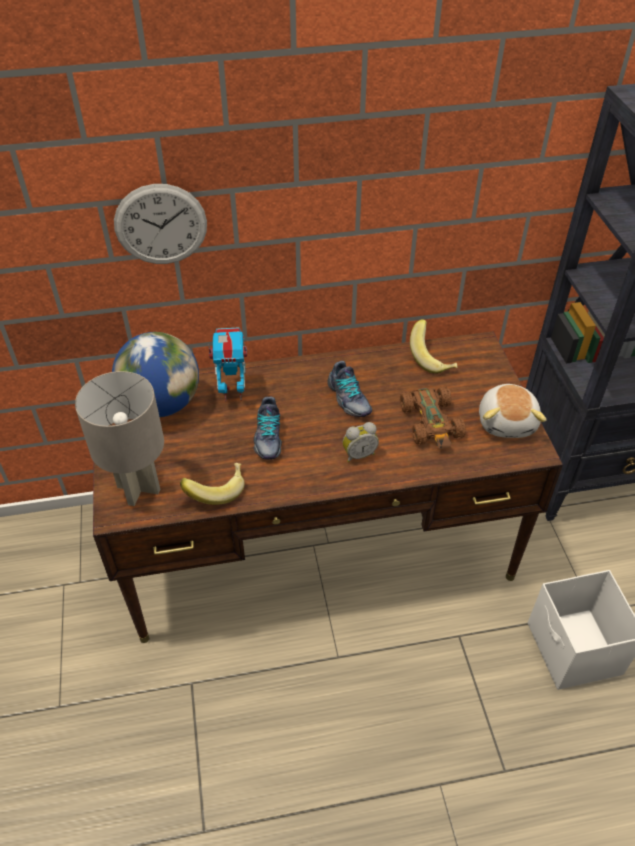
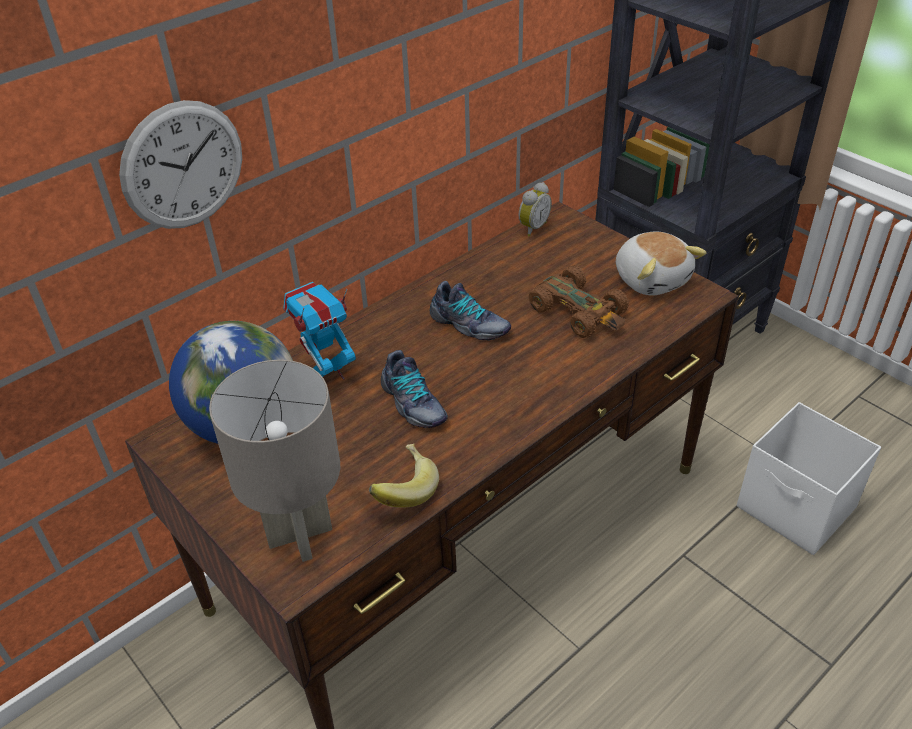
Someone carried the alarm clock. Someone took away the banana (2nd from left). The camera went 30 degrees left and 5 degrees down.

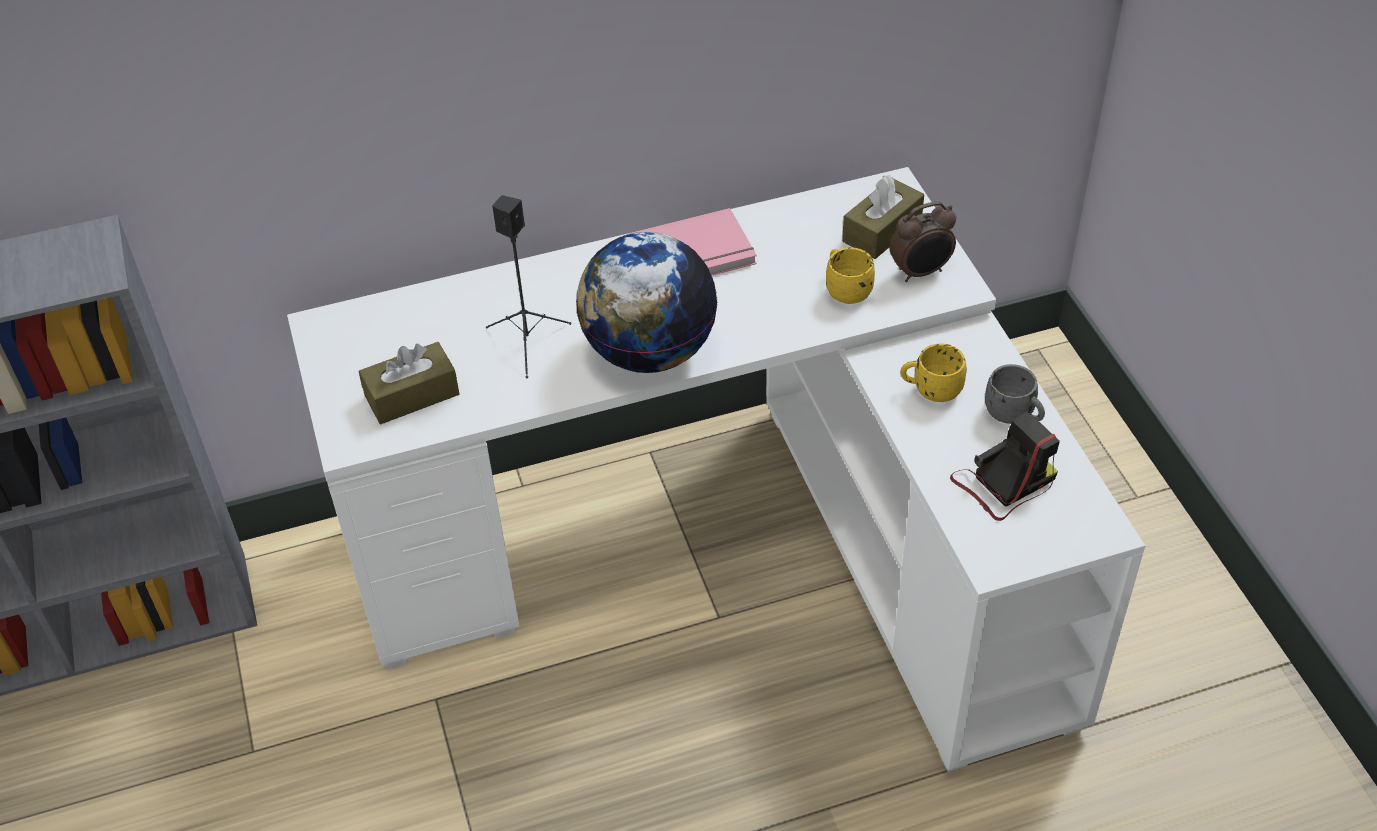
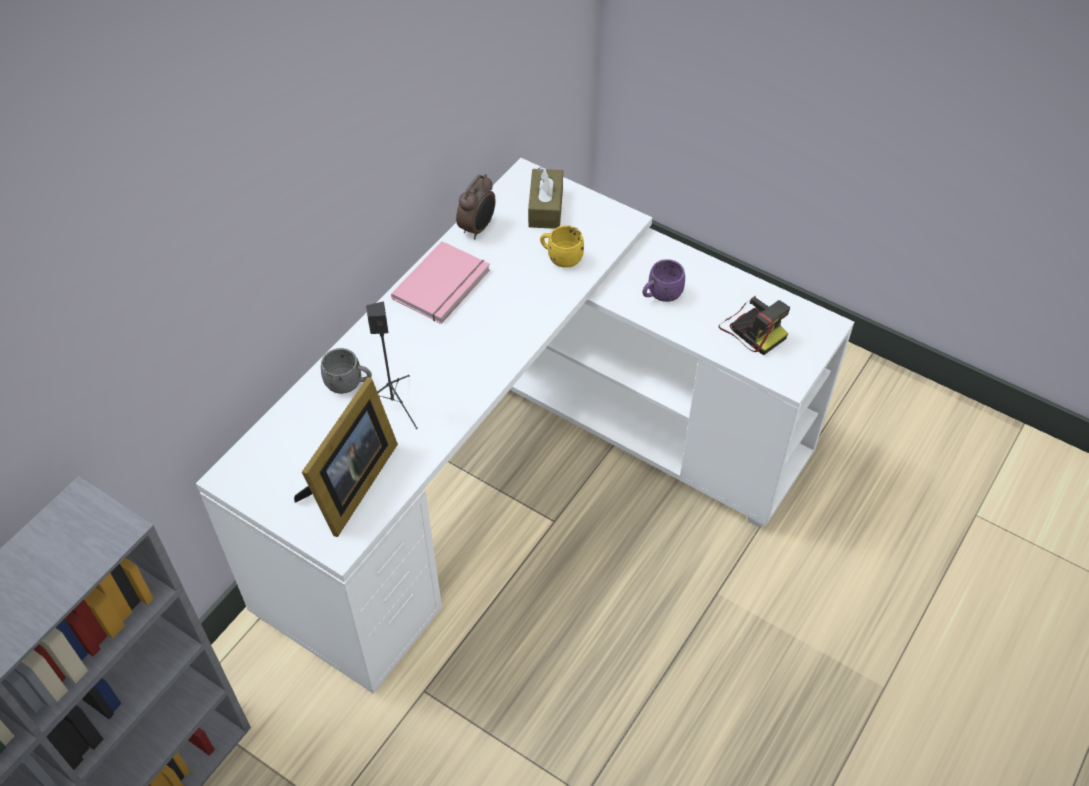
Someone swapped the brown tissue box (1st from left) for the picture frame. Someone took away the globe. Someone carried the alarm clock. Someone repainted the yellow mug (2nd from left), which became the purple mug. Someone rotated the photo camera by 120 degrees clockwise. Someone carried the grey mug. The camera went 40 degrees left and 5 degrees up.

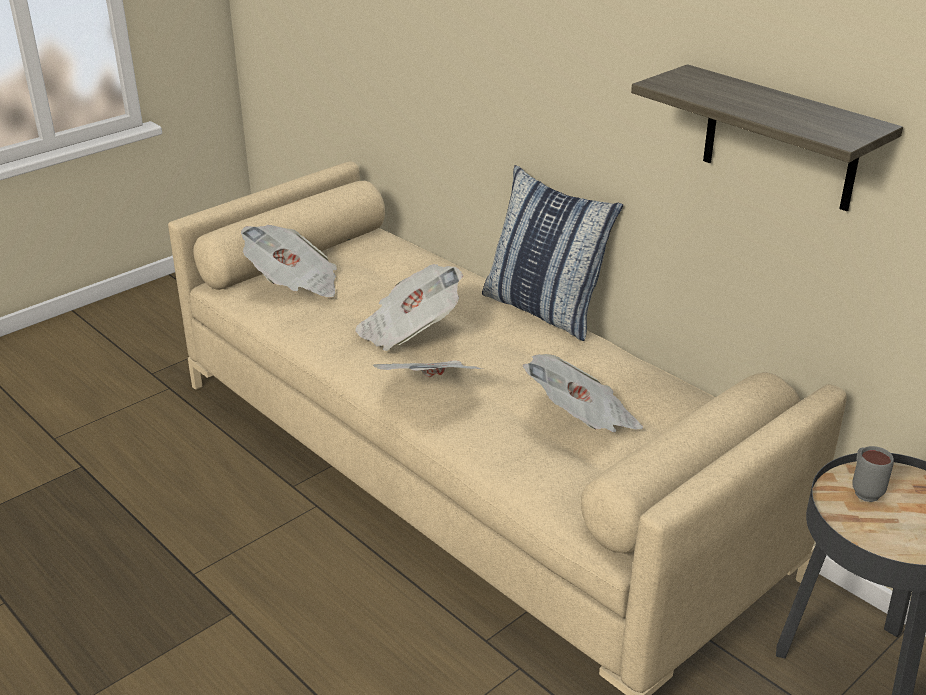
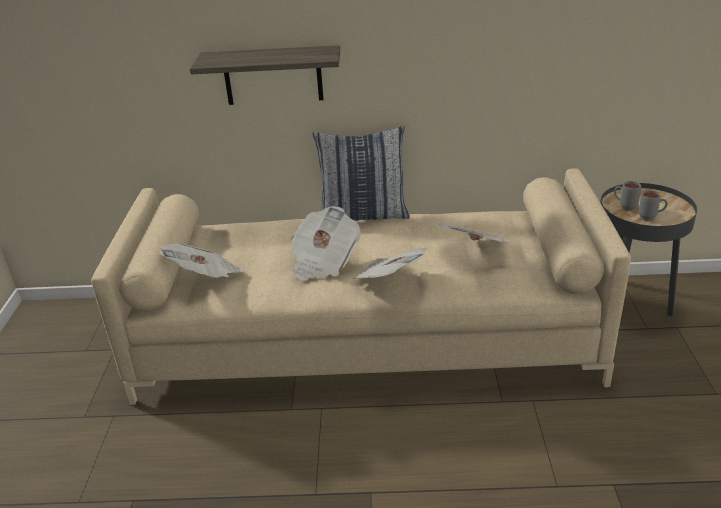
Someone carried the shelf. Someone put down the grey mug (2nd from left). The camera went 45 degrees left and 0 degrees up.

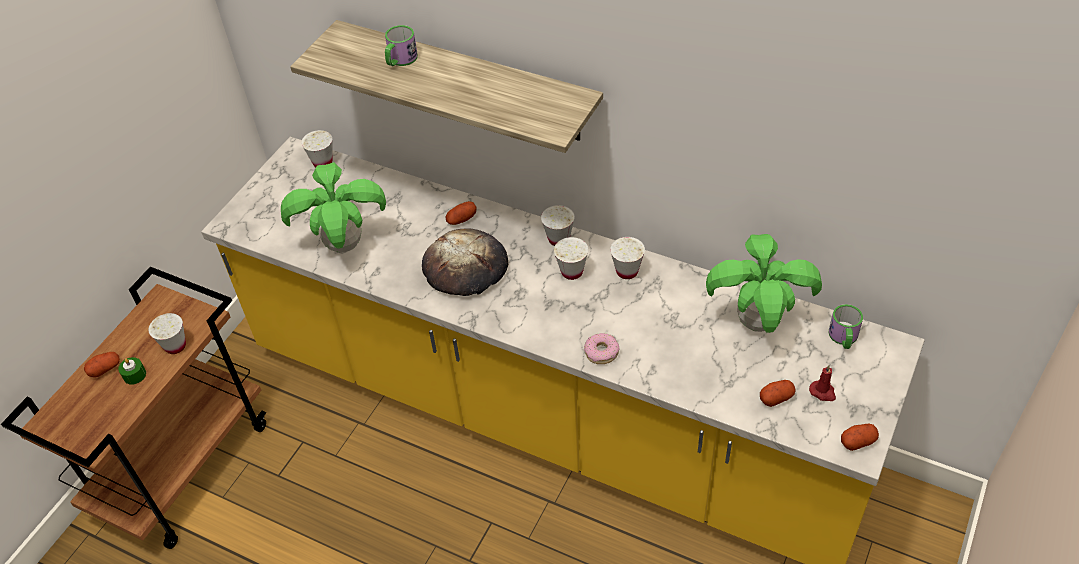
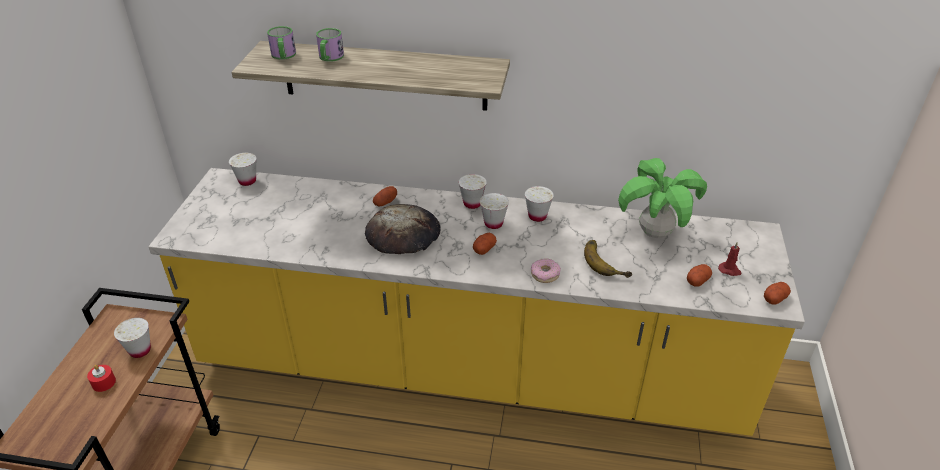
Someone carried the potato (1st from left in the first image). Someone repainted the green candle, which became the red candle (1st from left). Someone took away the potted plant (1st from left). Someone carried the mug (2nd from left in the first image). Someone put down the banana. The camera went 20 degrees left and 10 degrees down.

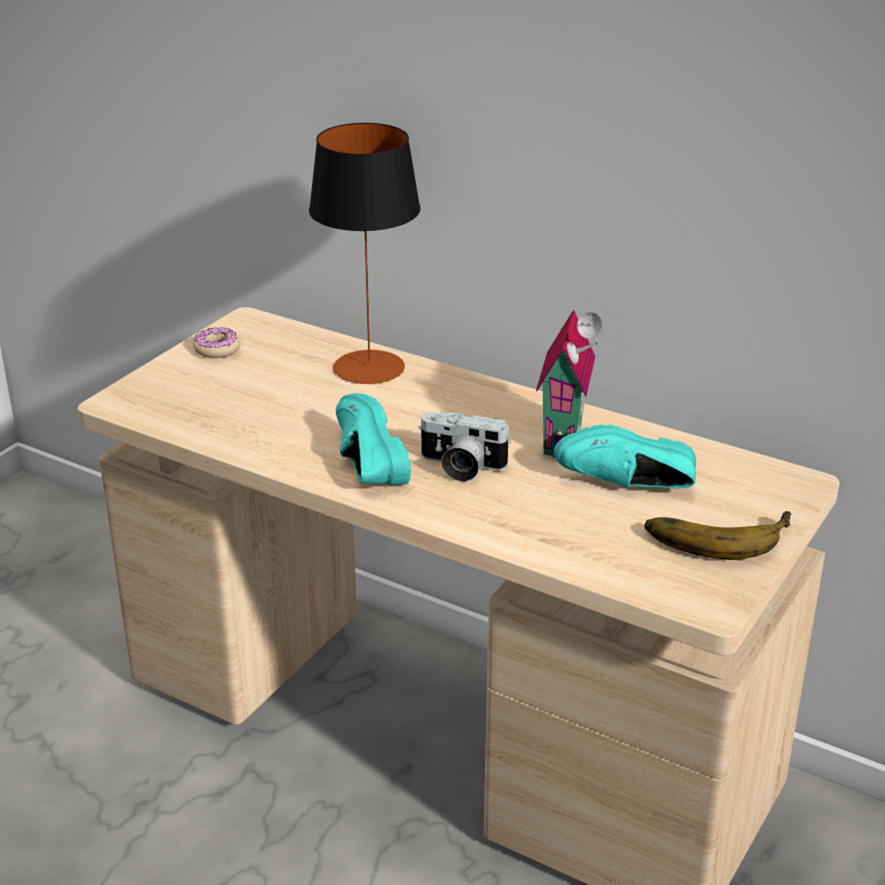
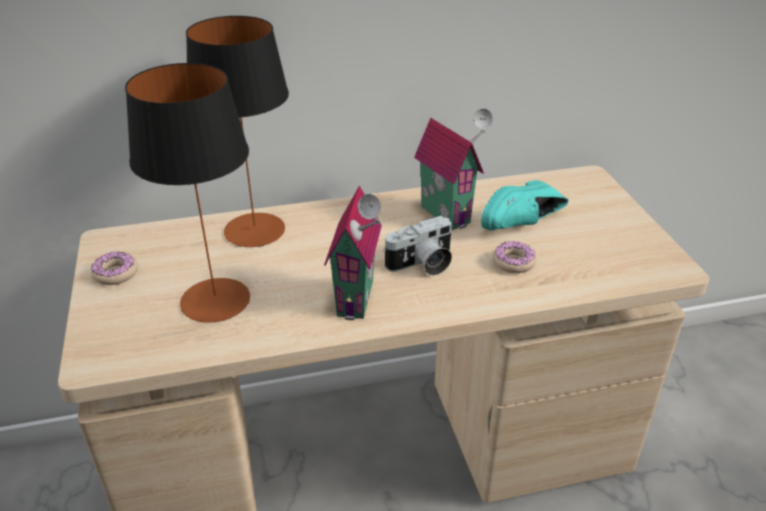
Someone swapped the turquoise shoe (1st from left) for the toy house (1st from left). Someone took away the banana. Someone put down the table lamp (1st from left). Someone put down the donut (2nd from left). The camera went 45 degrees left and 5 degrees up.

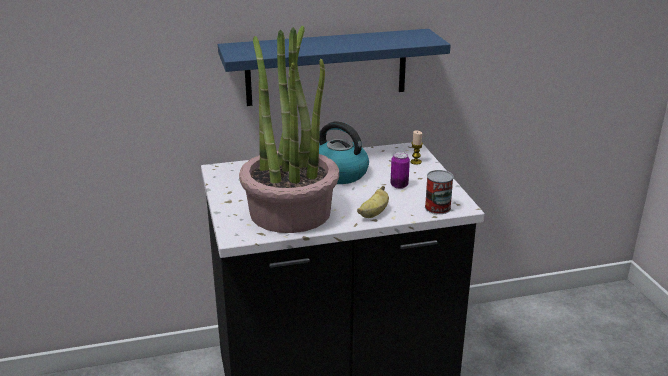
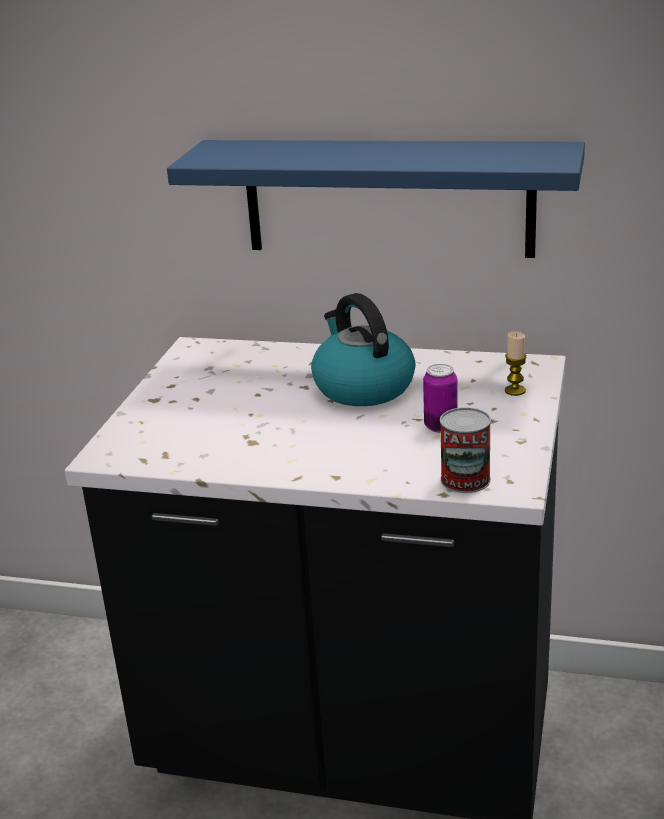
Someone took away the potted plant. Someone took away the banana. The camera went 30 degrees right and 0 degrees up.

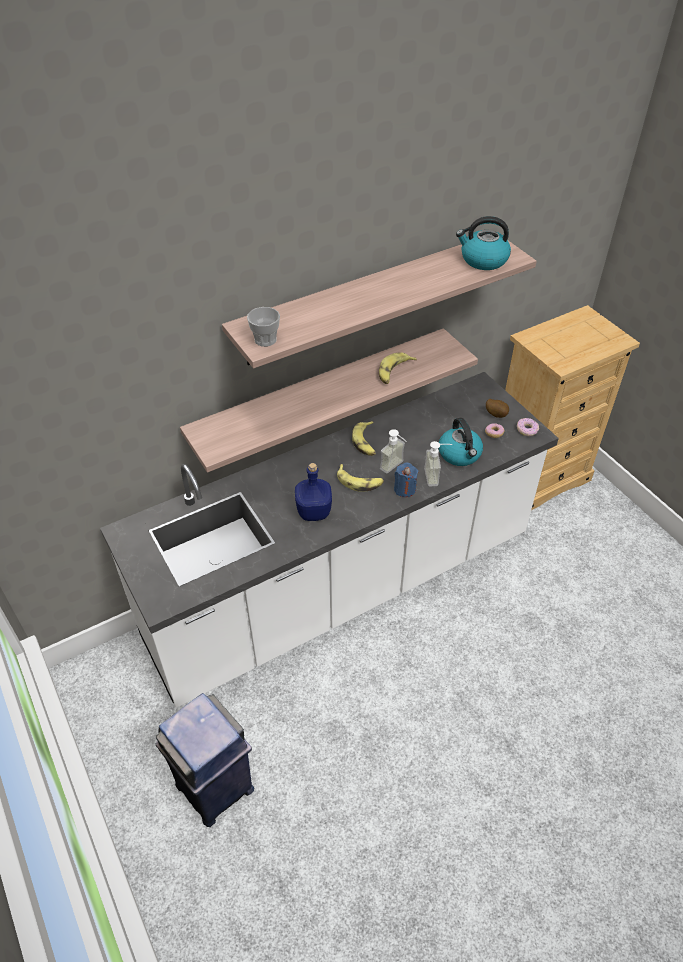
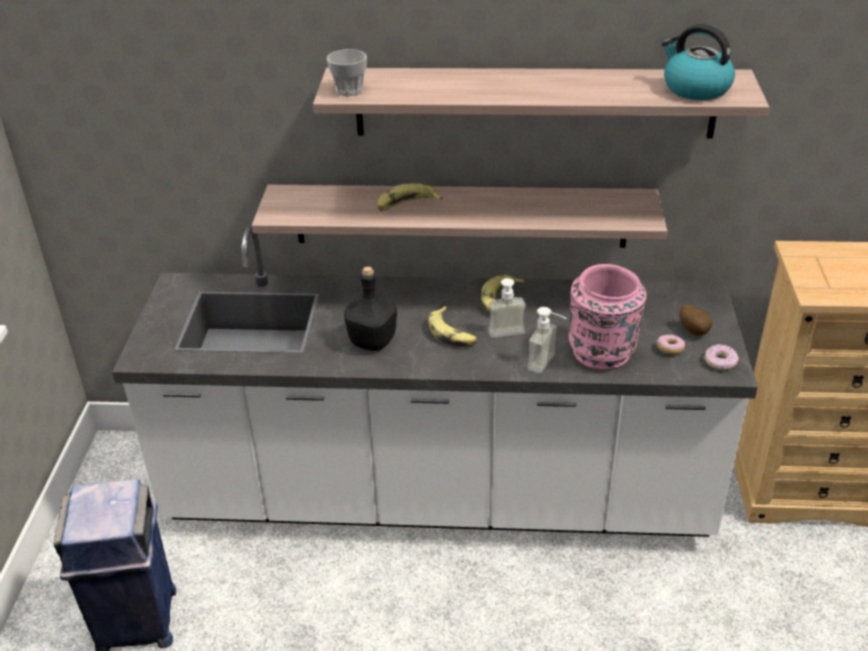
Someone repainted the blue bottle, which became the black bottle. Someone carried the banana (3rd from left in the first image). Someone took away the blue candle. Someone swapped the kettle (1st from left) for the pink vase. The camera went 35 degrees right and 10 degrees down.

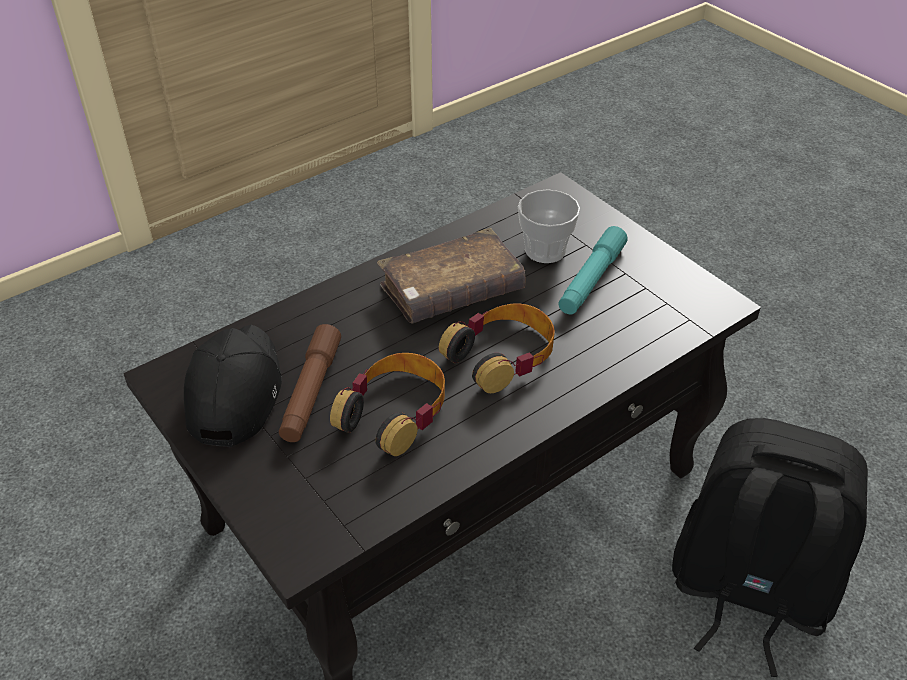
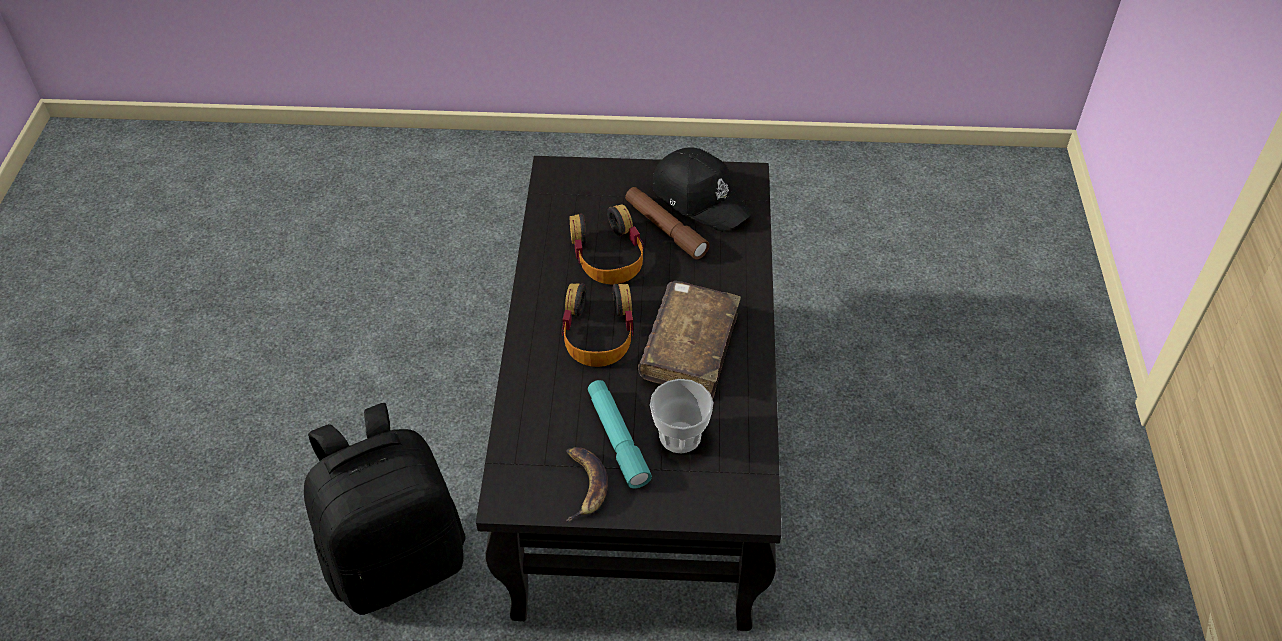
Someone put down the banana. The camera went 130 degrees right and 5 degrees up.

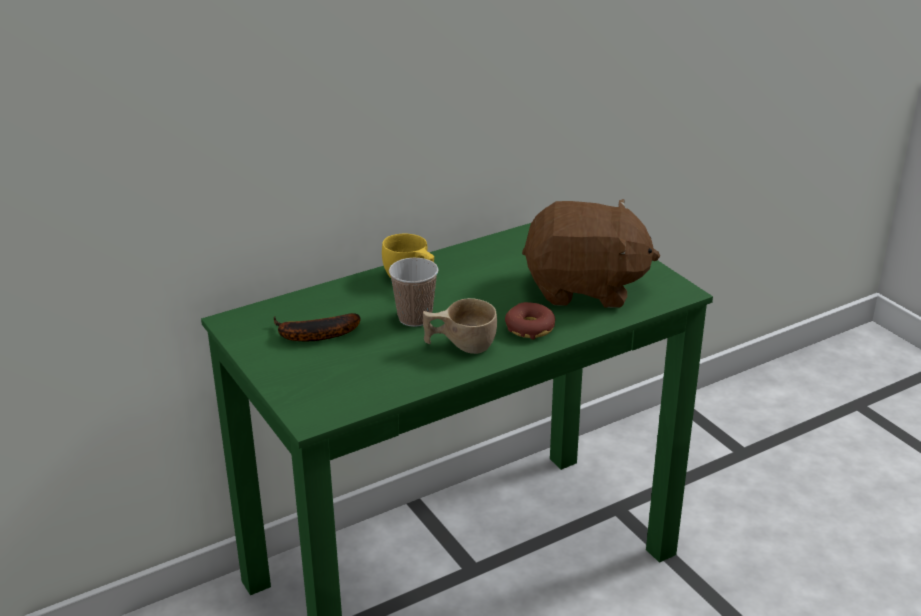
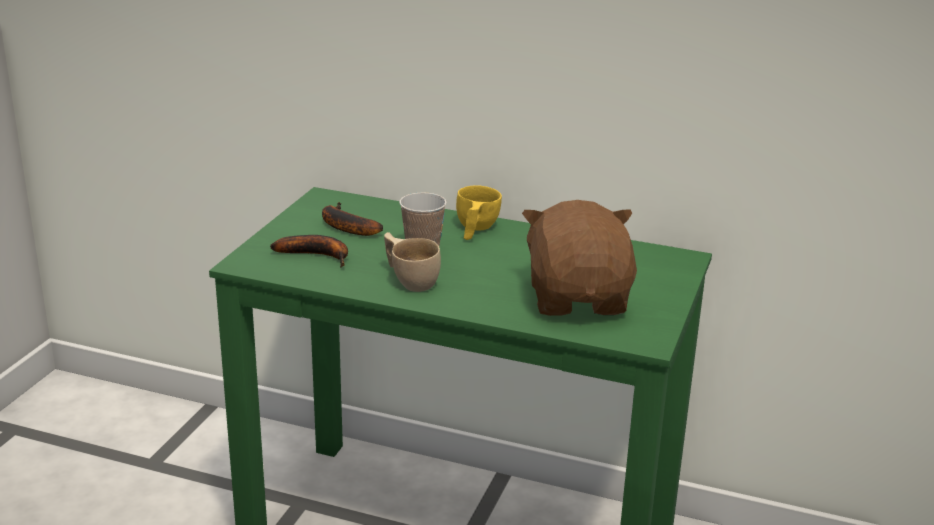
Someone took away the donut. Someone rotated the brown plush toy by 150 degrees counterclockwise. Someone put down the banana (1st from left). The camera went 50 degrees right and 5 degrees down.

